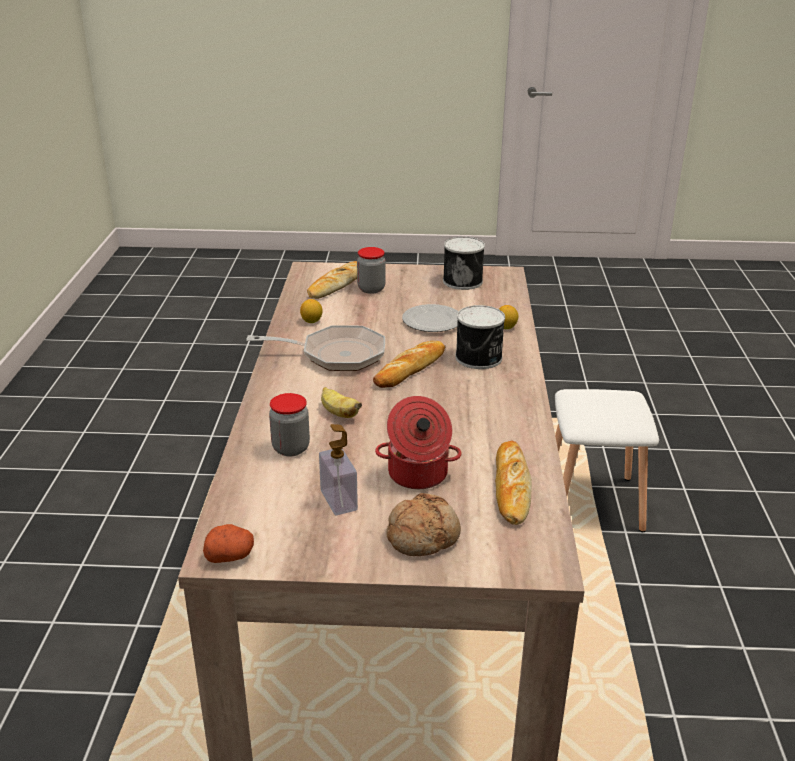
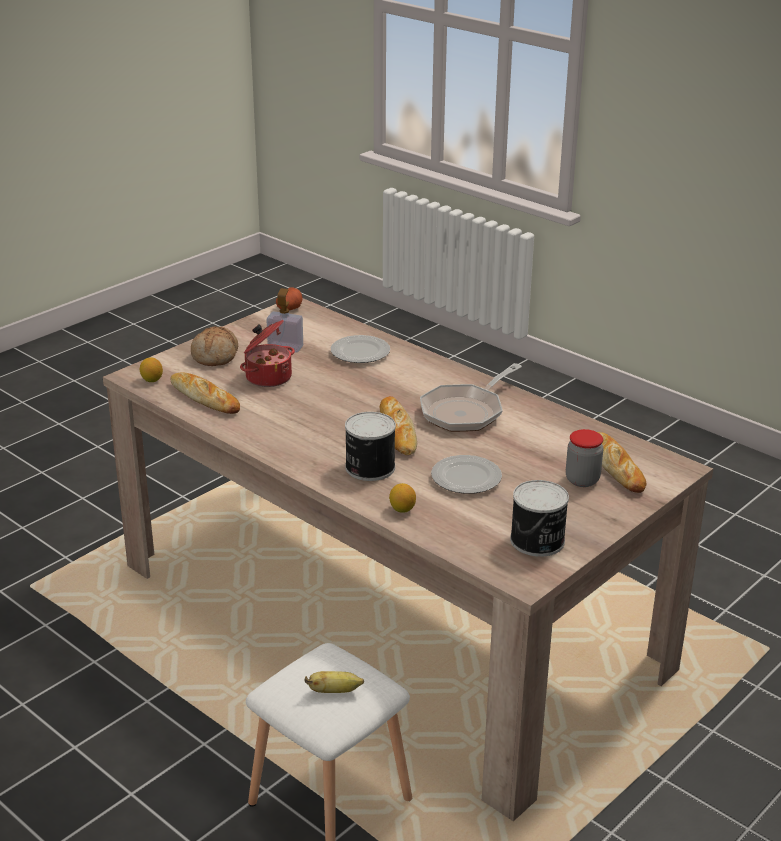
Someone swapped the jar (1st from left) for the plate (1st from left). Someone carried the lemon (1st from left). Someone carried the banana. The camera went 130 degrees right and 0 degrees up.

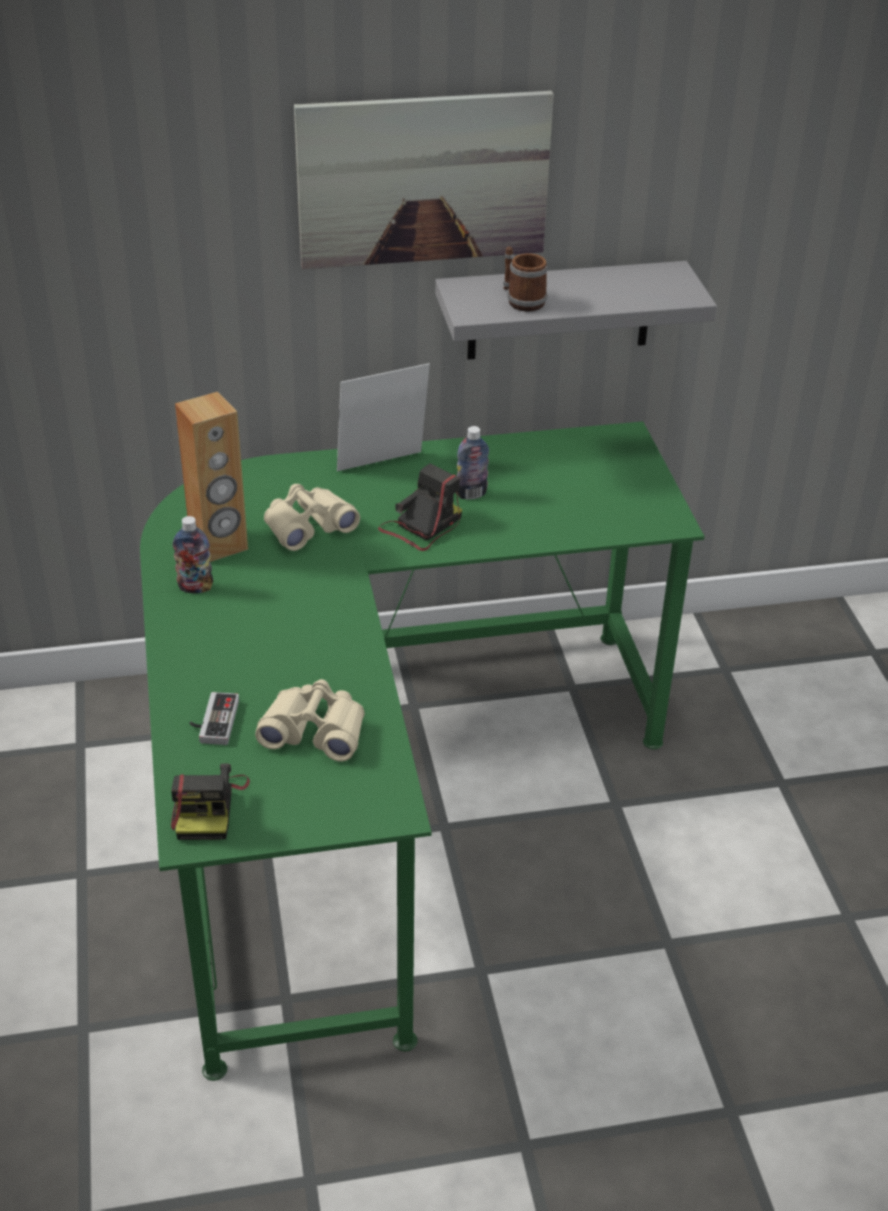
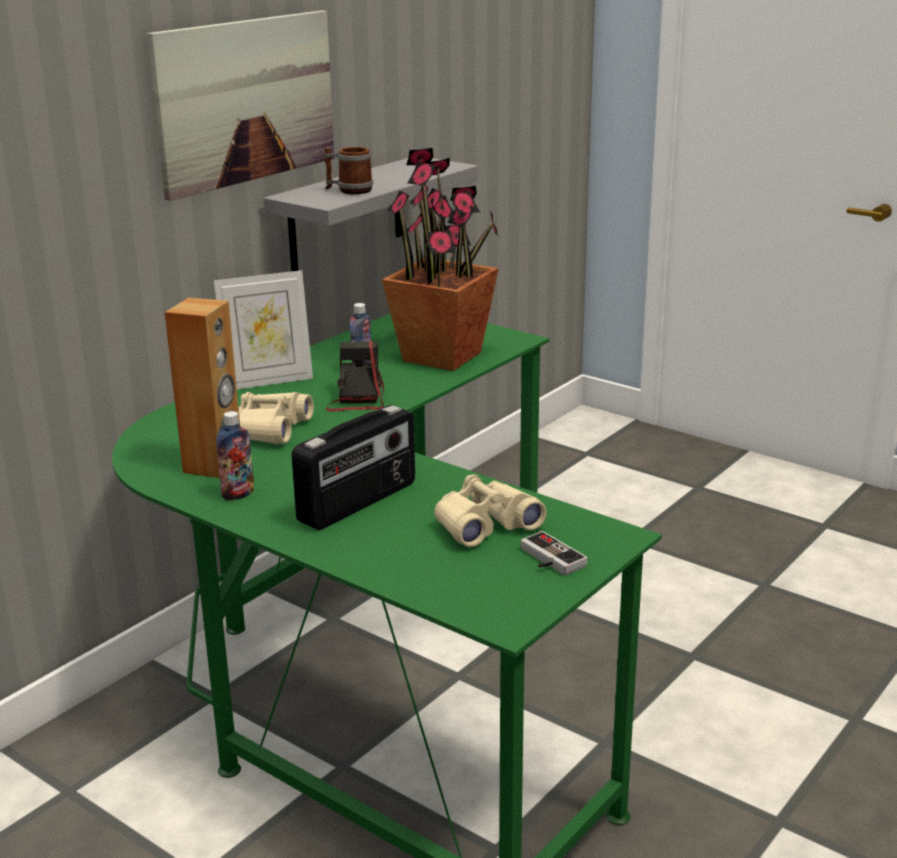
Someone took away the photo camera (1st from left). Someone carried the game controller. Someone rotated the picture frame by 135 degrees counterclockwise. Someone put down the radio. Someone put down the potted plant. The camera went 40 degrees left and 15 degrees down.

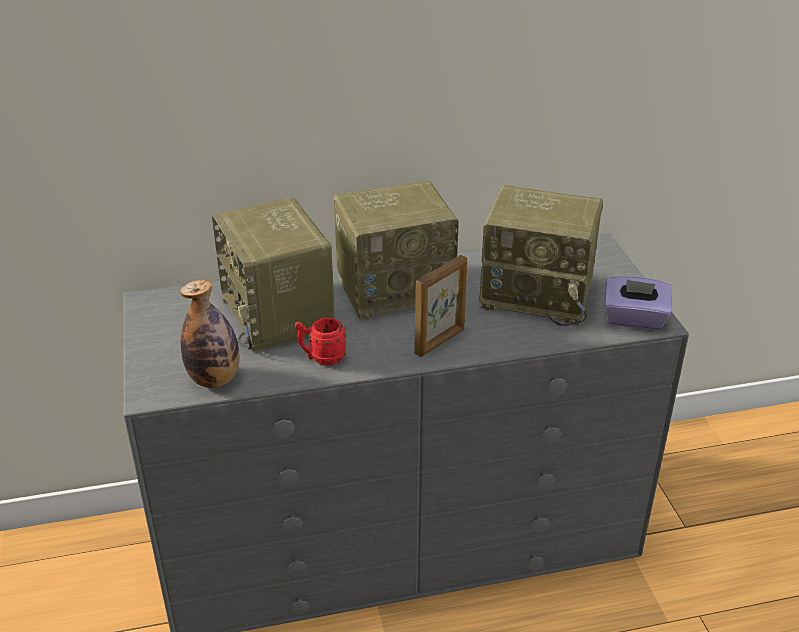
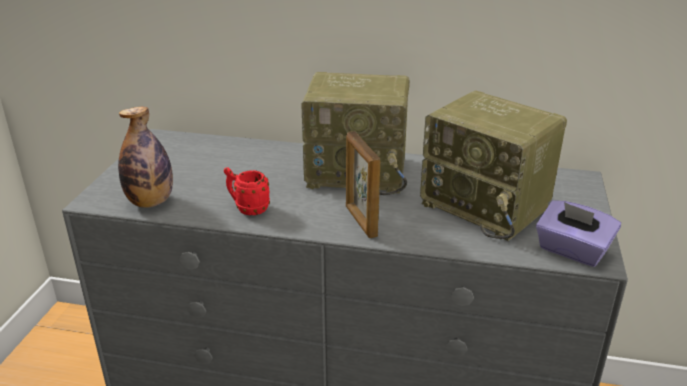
Someone took away the radio (1st from left). Someone rotated the picture frame by 90 degrees clockwise. The camera went 25 degrees right and 5 degrees down.

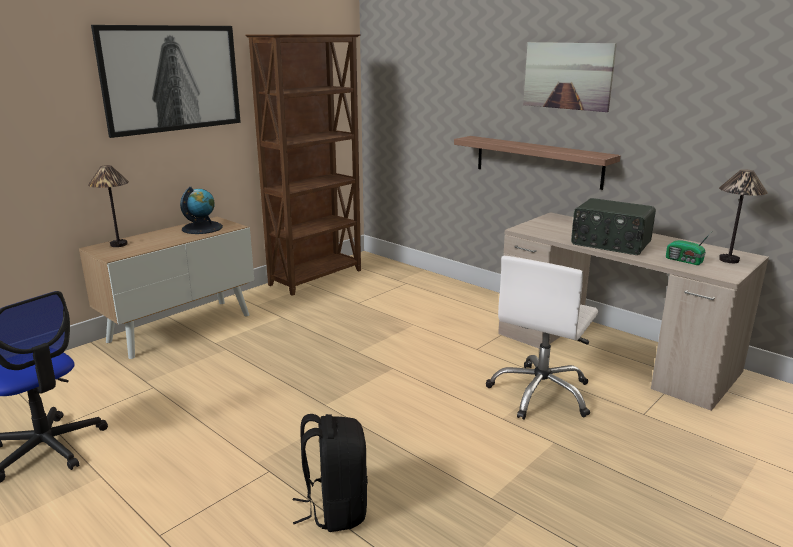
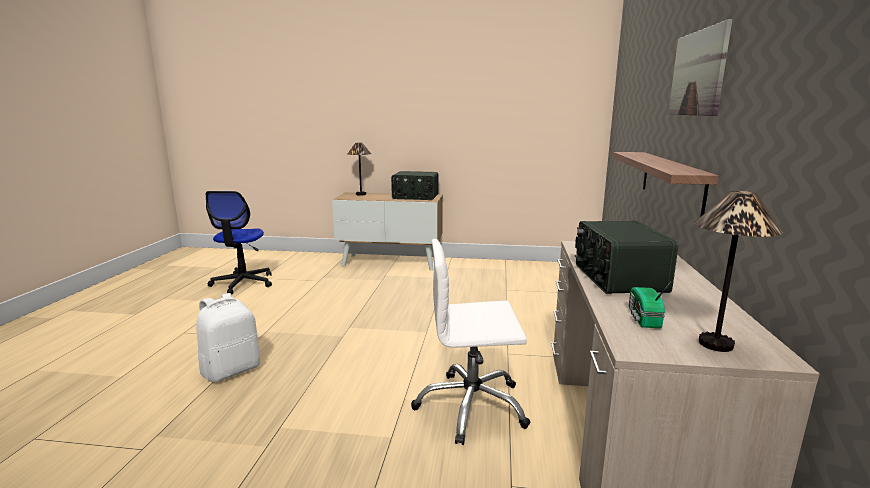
Someone took away the picture (1st from left). Someone swapped the globe for the radio (1st from left). Someone took away the brown bookcase. Someone repainted the black backpack, which became the white backpack. The camera went 55 degrees right and 5 degrees down.

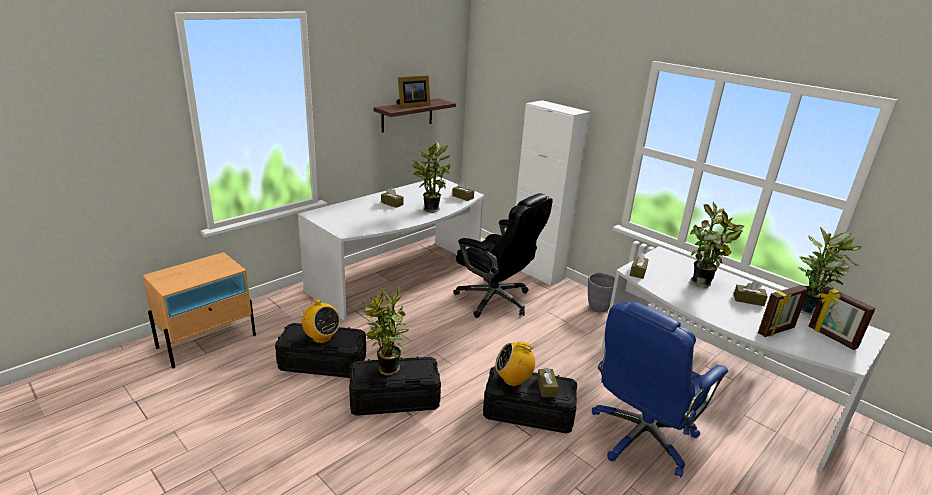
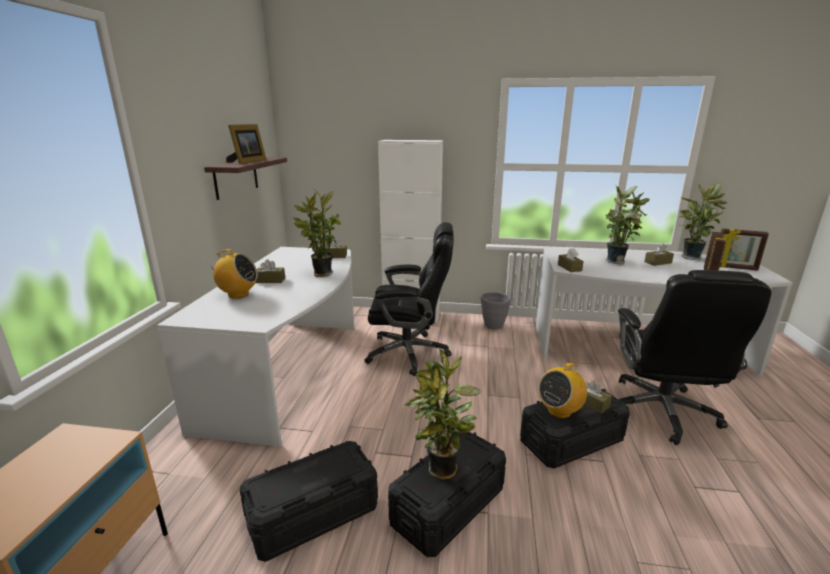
Someone carried the radio (1st from left). Someone repainted the blue office chair, which became the black office chair (2nd from left). The camera went 35 degrees left and 5 degrees down.

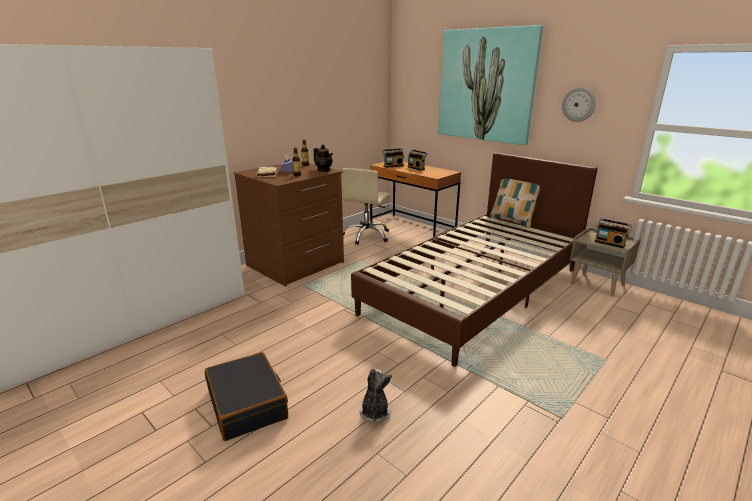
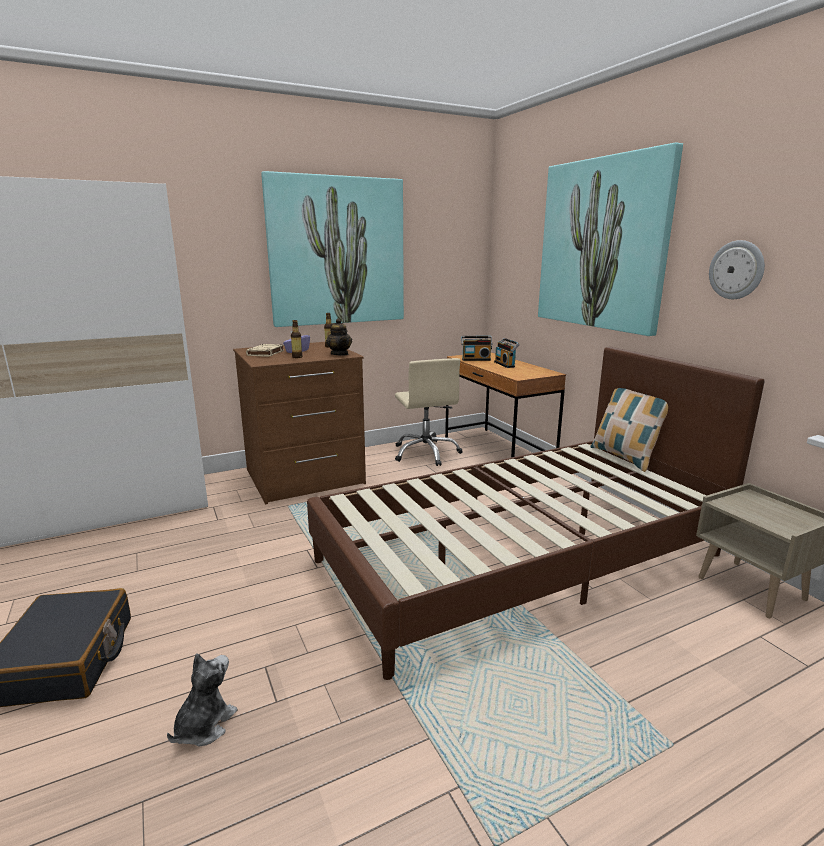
Someone rotated the beige office chair by 60 degrees counterclockwise. Someone took away the radio (3rd from left). Someone put up the picture (1st from left). The camera went 20 degrees right and 5 degrees down.

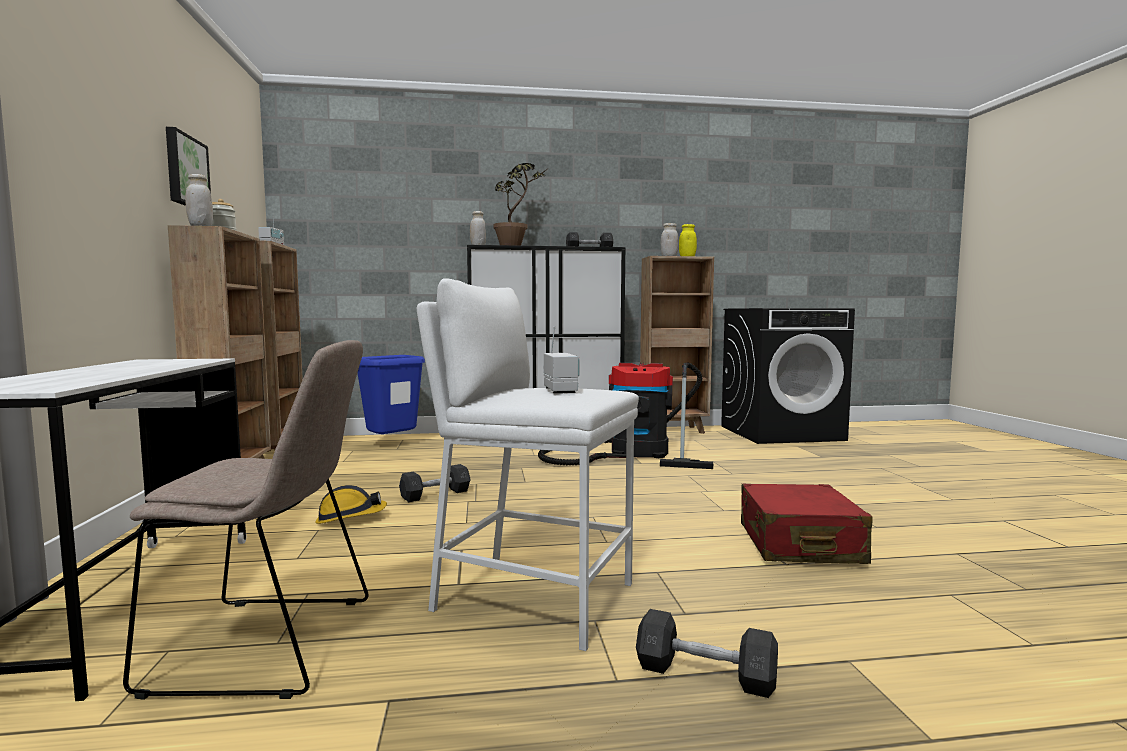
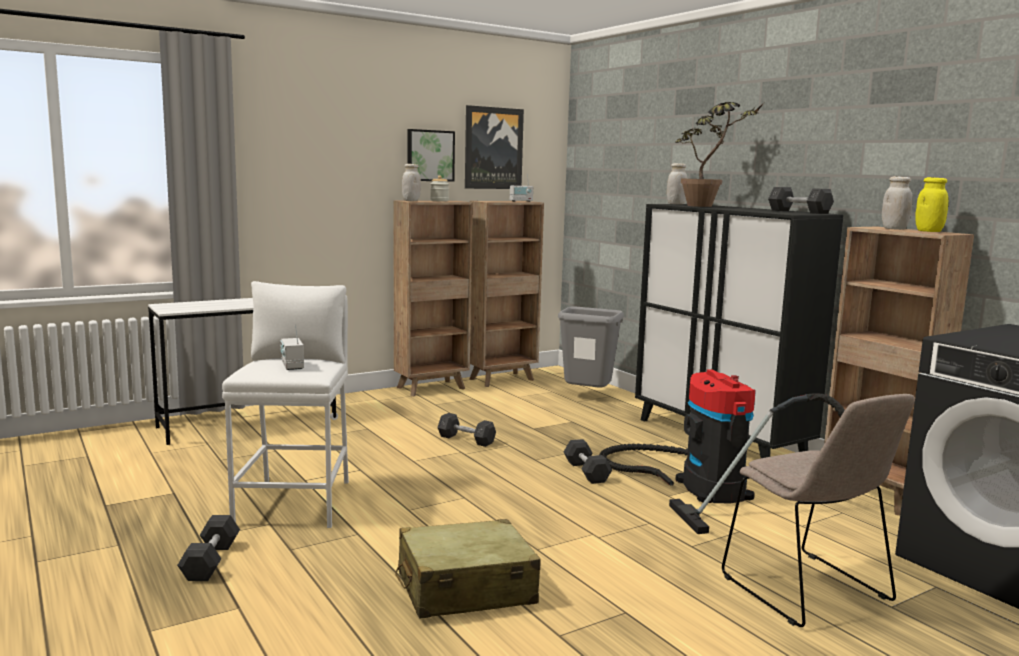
Someone carried the beige chair. Someone took away the hard hat. Someone repainted the blue trash can, which became the grey trash can. Someone rotated the radio (2nd from left in the first image) by 105 degrees clockwise. Someone repainted the red suitcase, which became the beige suitcase. Someone put up the picture (2nd from left). Someone put down the grey dumbbell (3rd from left). The camera went 65 degrees right and 5 degrees up.

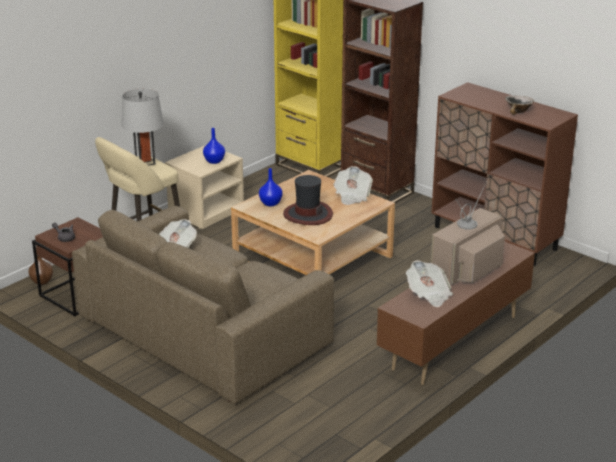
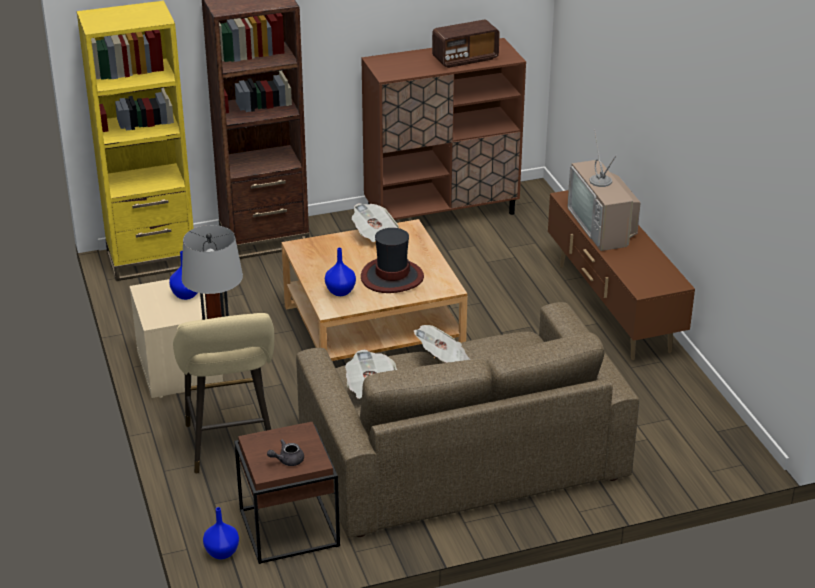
Someone repainted the brown vase, which became the blue vase (2nd from left). Someone carried the newspaper (3rd from left). Someone swapped the bowl for the radio. The camera went 60 degrees left and 5 degrees up.

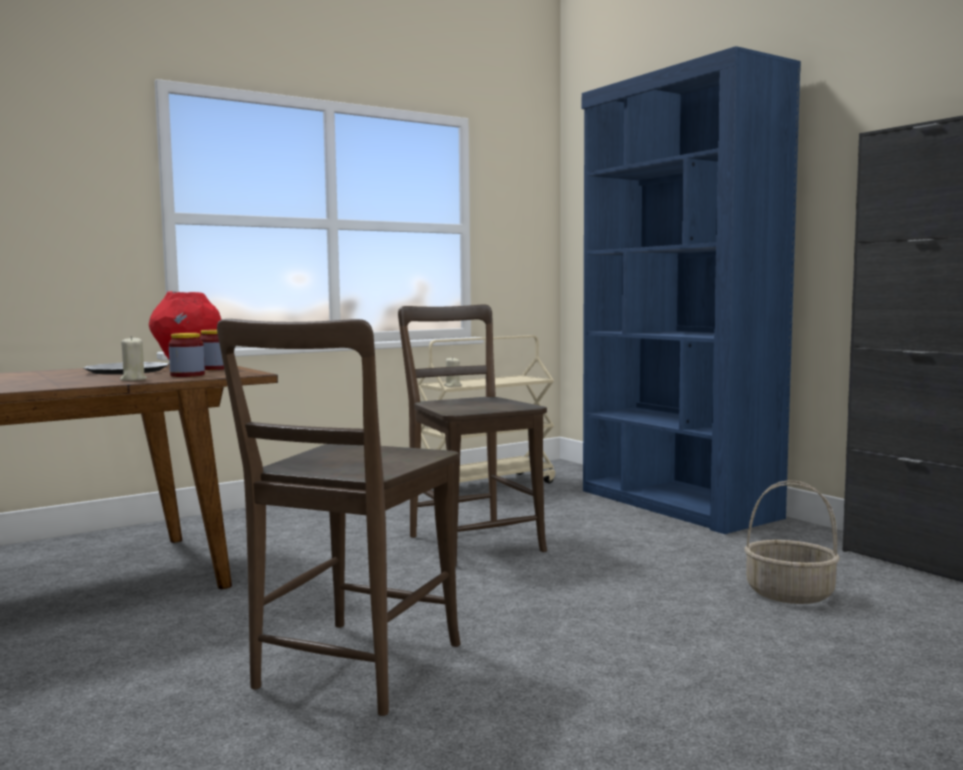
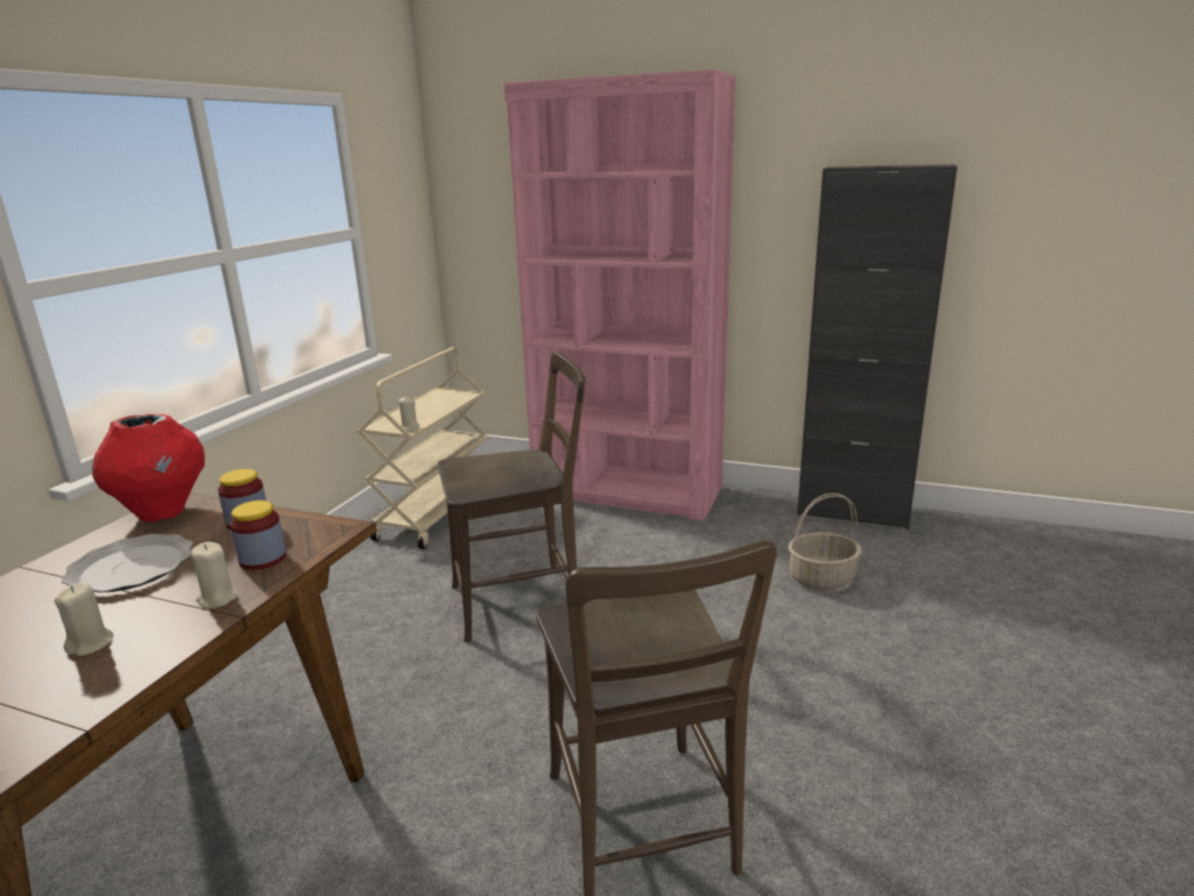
Someone rotated the brown chair (2nd from left in the first image) by 135 degrees clockwise. Someone repainted the blue bookcase, which became the pink bookcase. Someone put down the beige candle (1st from left). The camera went 35 degrees left and 15 degrees up.

